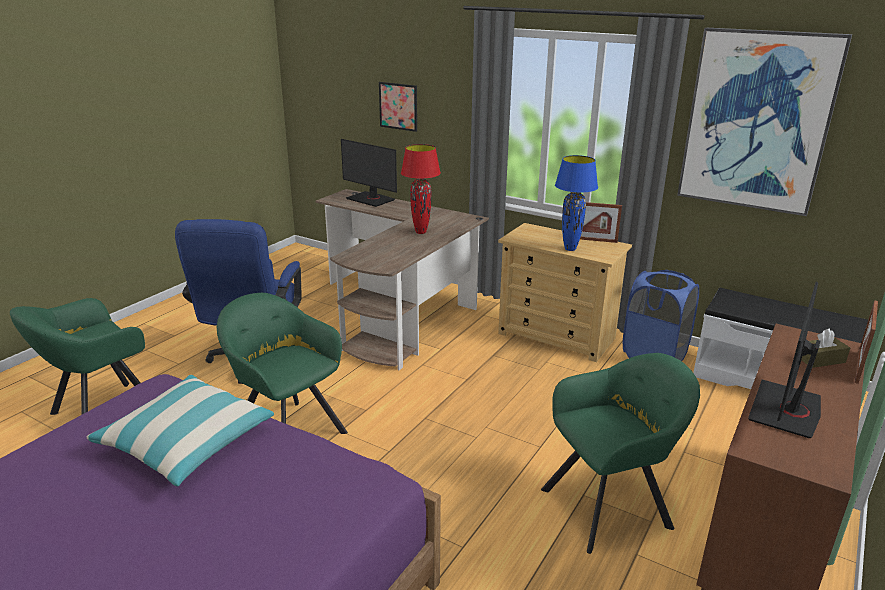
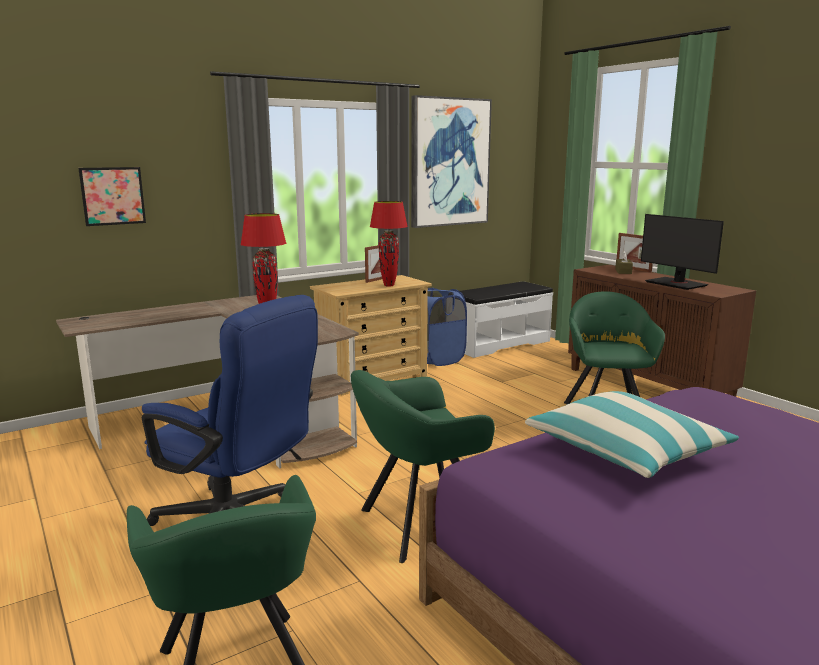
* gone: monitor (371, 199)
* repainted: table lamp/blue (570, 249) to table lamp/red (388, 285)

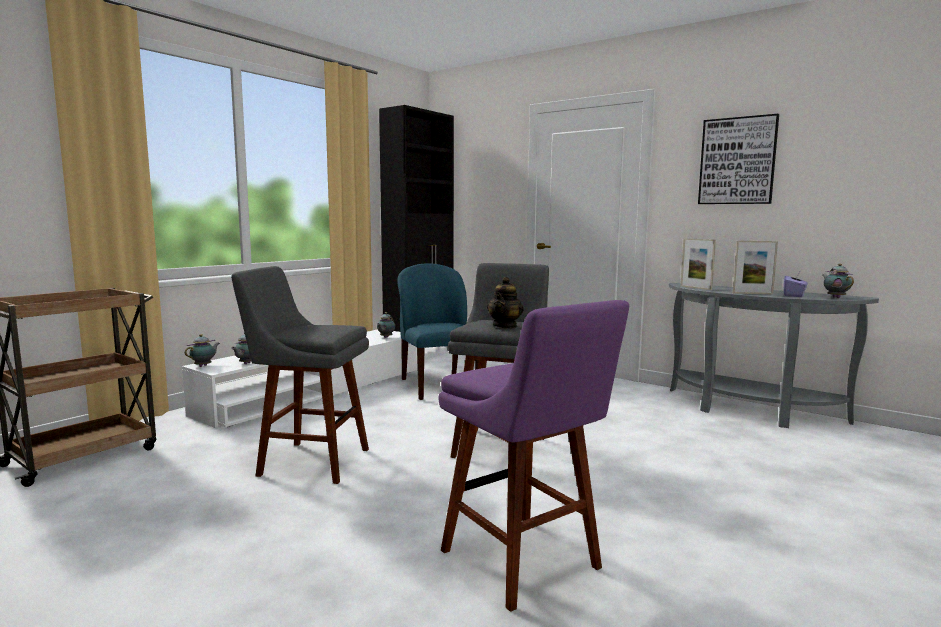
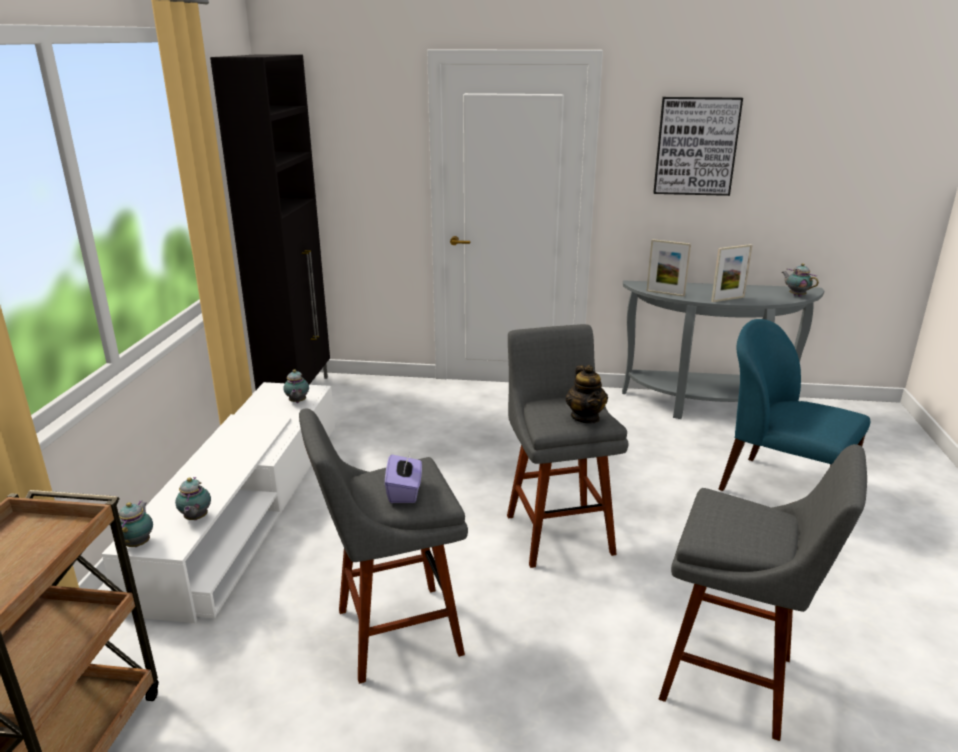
* shifted: chair/blue (438, 386) to (780, 490)
* shifted: tissue box/purple (794, 295) to (405, 492)
* repainted: stool/purple (525, 563) to stool/grey (735, 681)

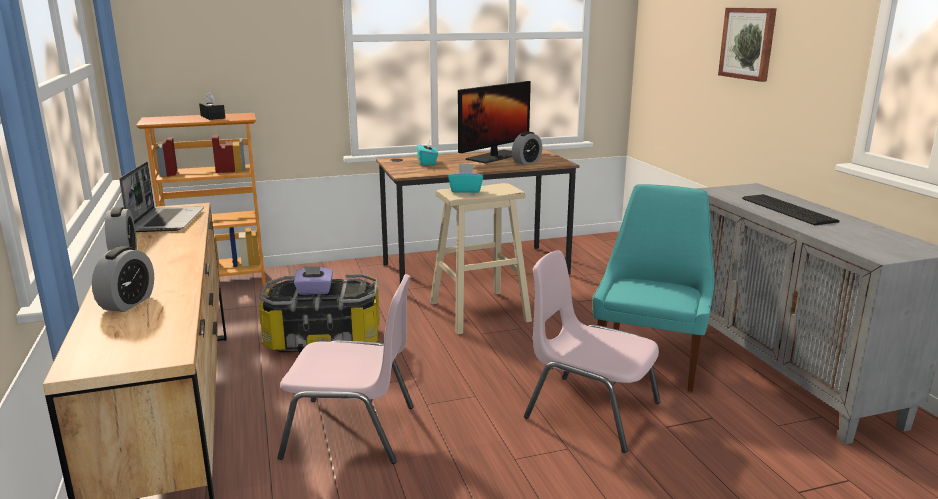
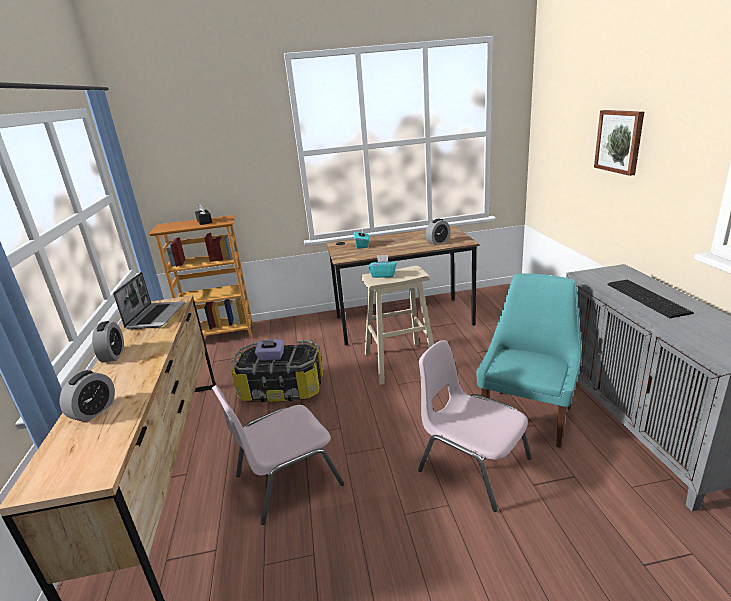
* gone: monitor (495, 156)
* rotated: chair/pink (352, 431) = (286, 480) 135 degrees clockwise

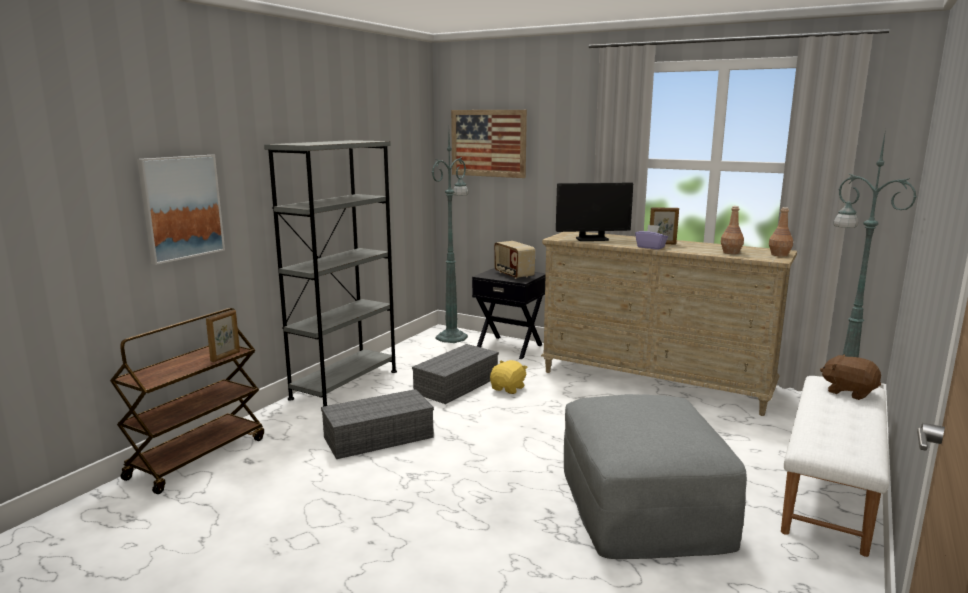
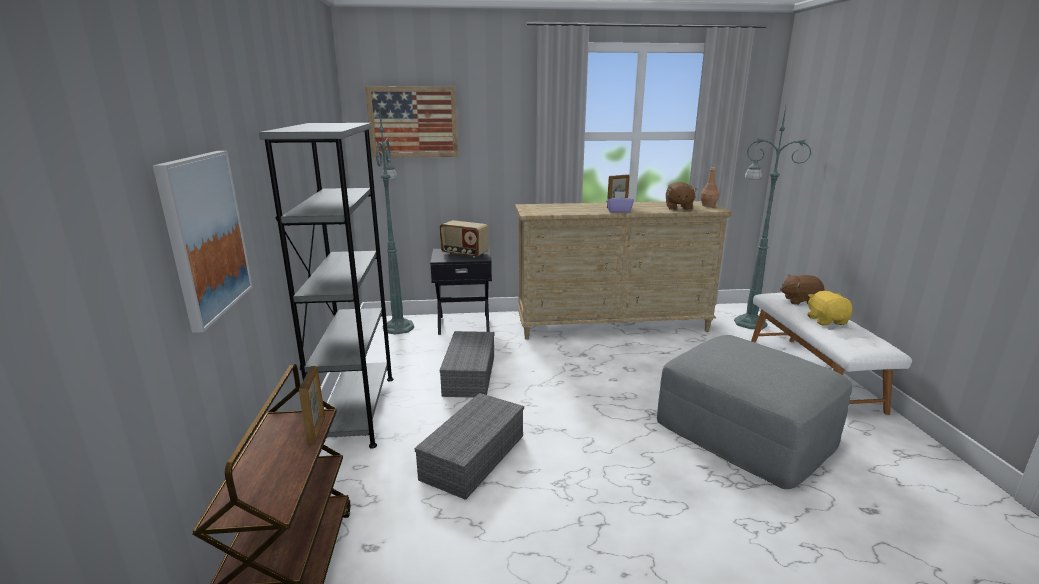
* gone: monitor (592, 239)
* swapped: bottle/brown (731, 252) to plush toy/brown (678, 208)
* shifted: plush toy/yellow (508, 388) to (826, 321)

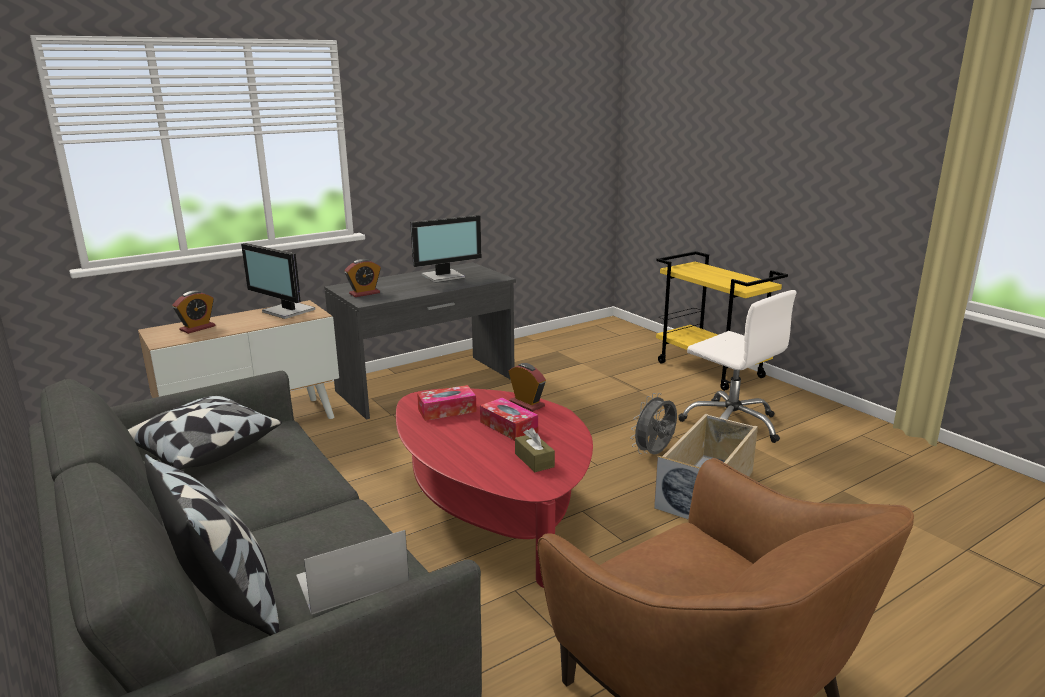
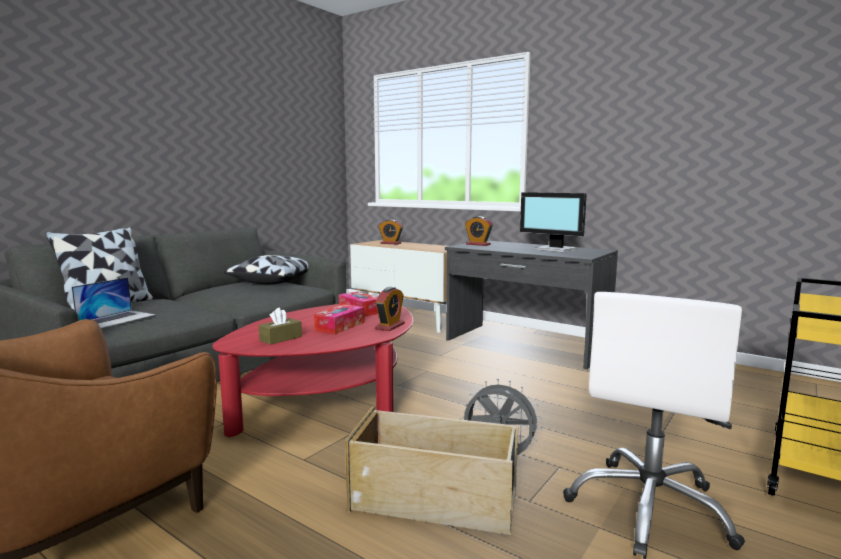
* gone: monitor (287, 311)
* rotated: laptop (351, 579) = (117, 319) 75 degrees clockwise

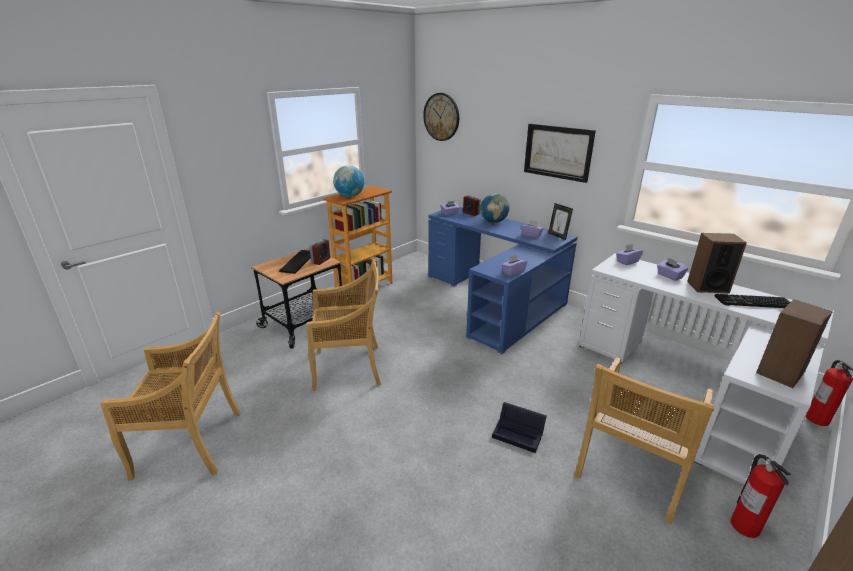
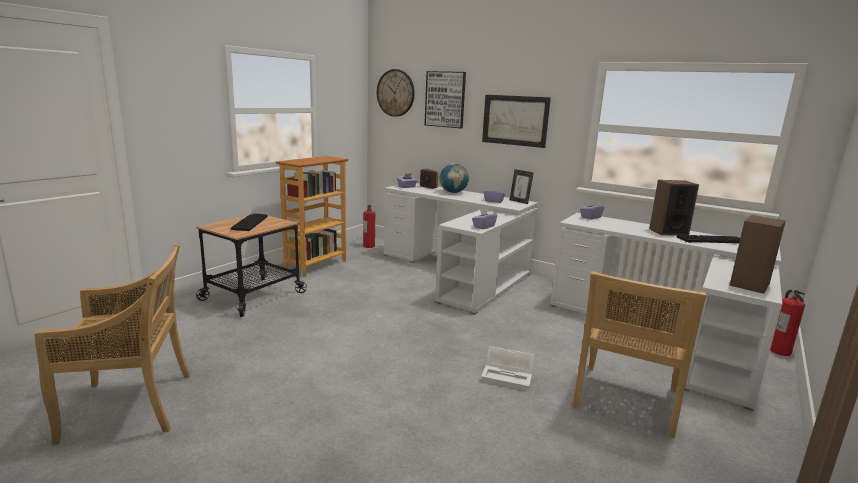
* gone: globe (350, 196)
* repainted: desk/blue (497, 300) to desk/white (459, 273)
* gone: alarm clock (321, 261)
* gone: tissue box/purple (669, 276)
* gone: chair/beige (349, 367)
* repainted: storage box/black (520, 434) to storage box/white (509, 376)
* shifted: fire extinguisher (744, 525) to (369, 246)
* new: picture (445, 99)

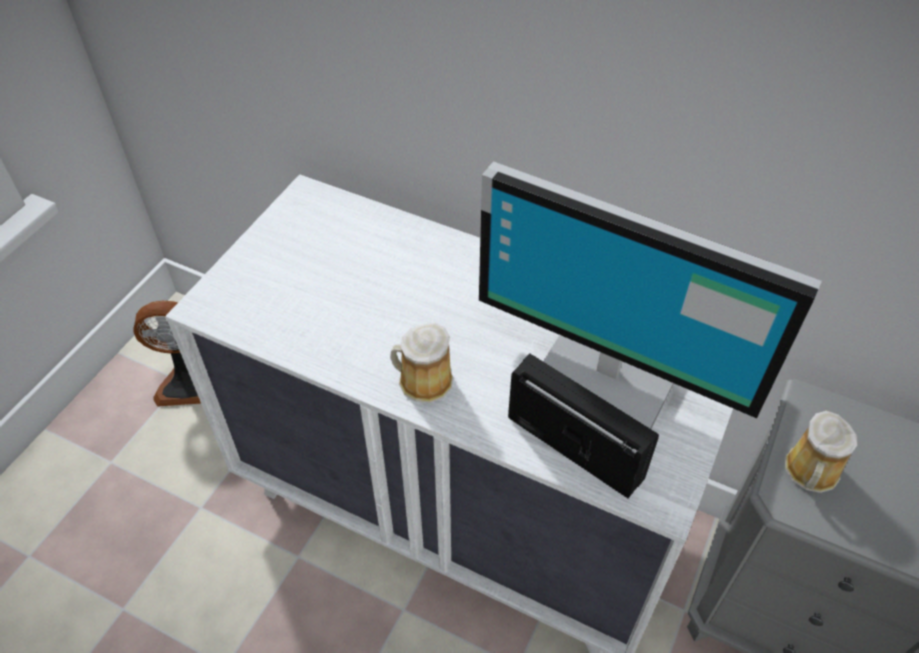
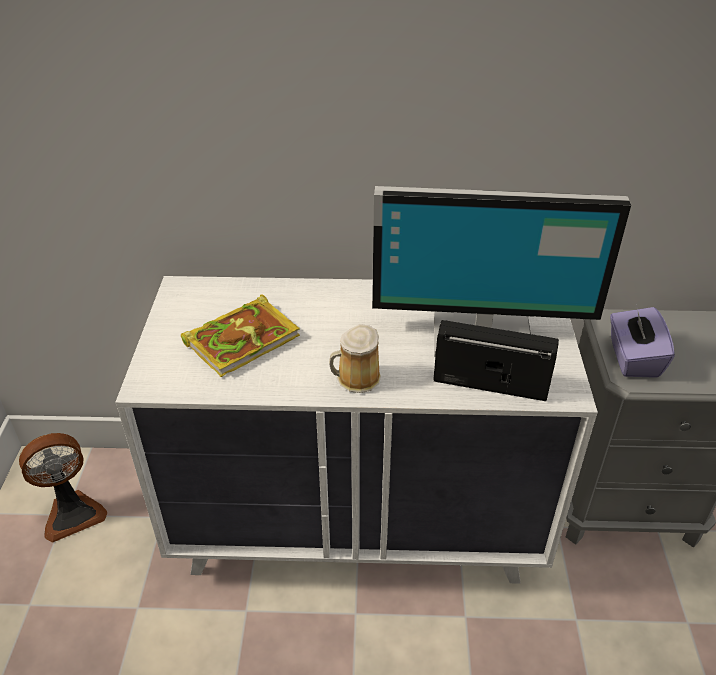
* swapped: mug (810, 473) to tissue box/purple (633, 358)
* new: book (244, 338)

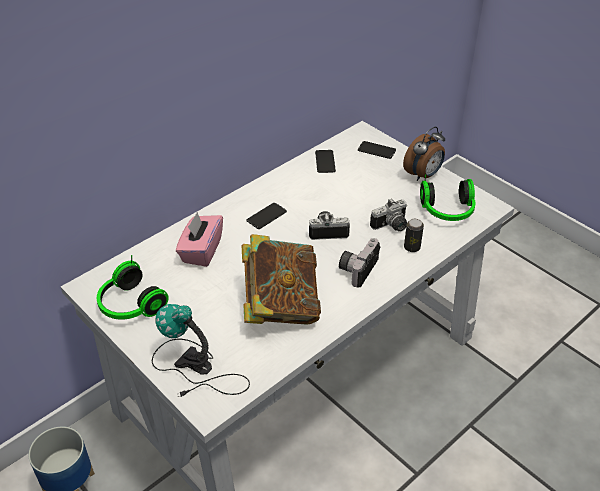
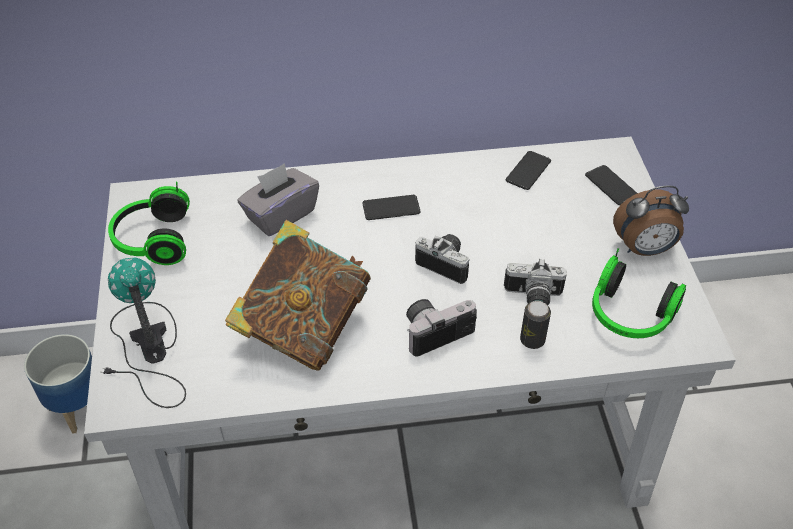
* repainted: tissue box/pink (201, 251) to tissue box/grey (280, 214)

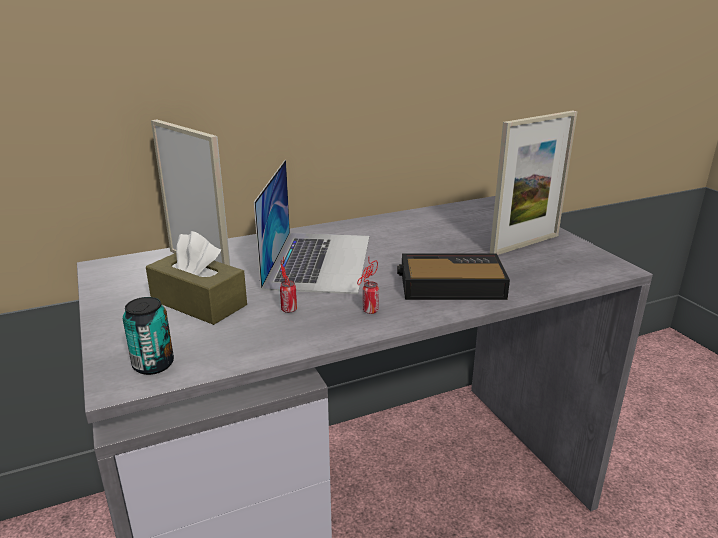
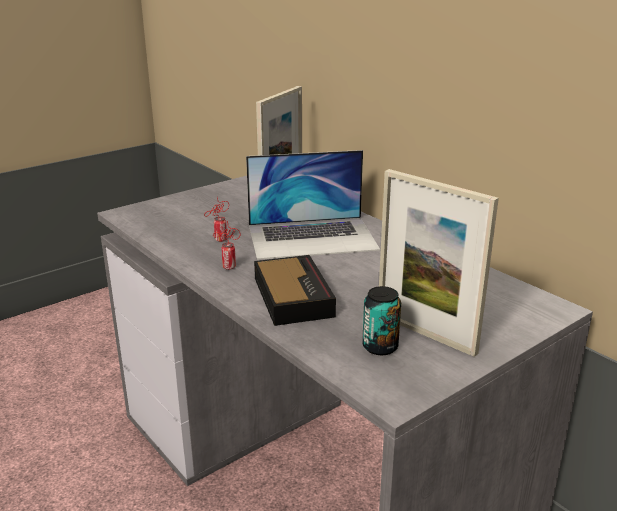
* gone: tissue box/brown (199, 303)
* shifted: can (153, 365) to (380, 347)

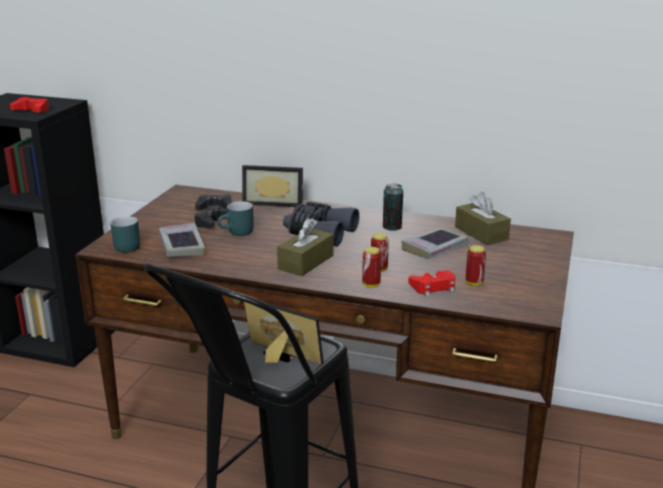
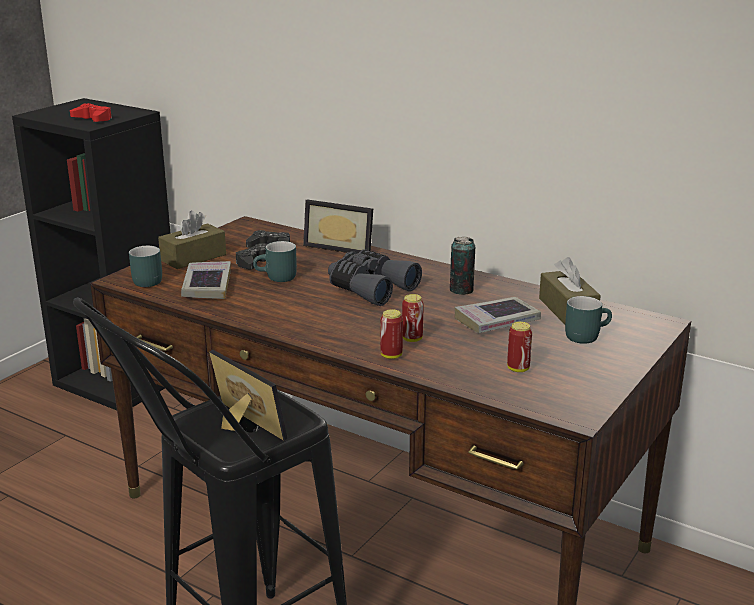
* shifted: tissue box/brown (306, 262) to (193, 257)
* gone: game controller/red (433, 287)
* new: mug/turquoise (585, 335)

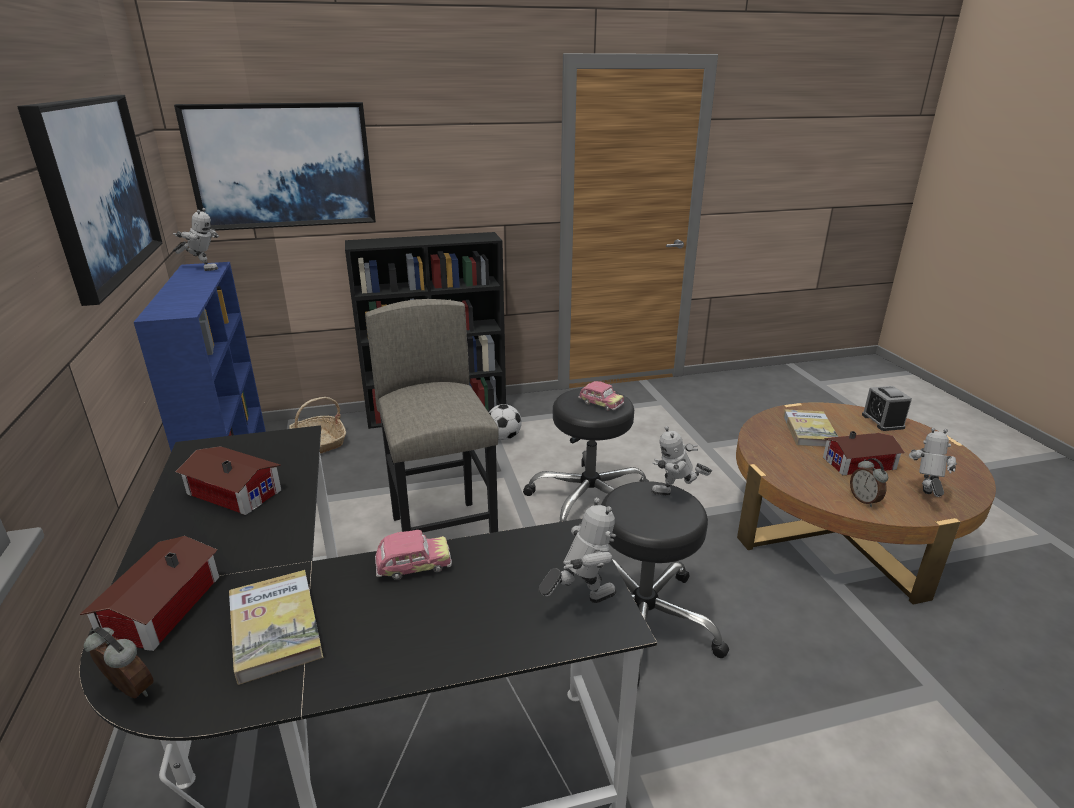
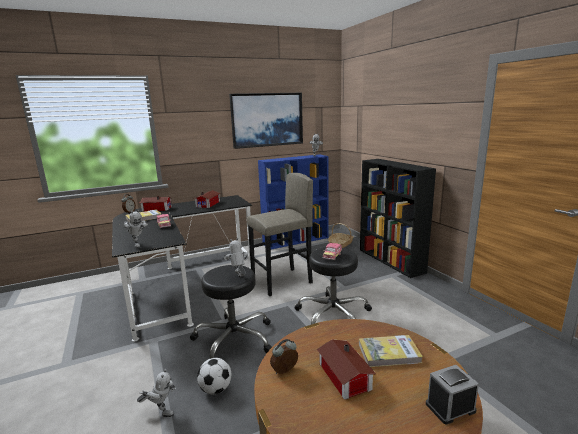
* gone: picture (282, 166)
* shifted: football (504, 437) to (216, 389)
* shifted: toy robot (924, 496) to (161, 412)

